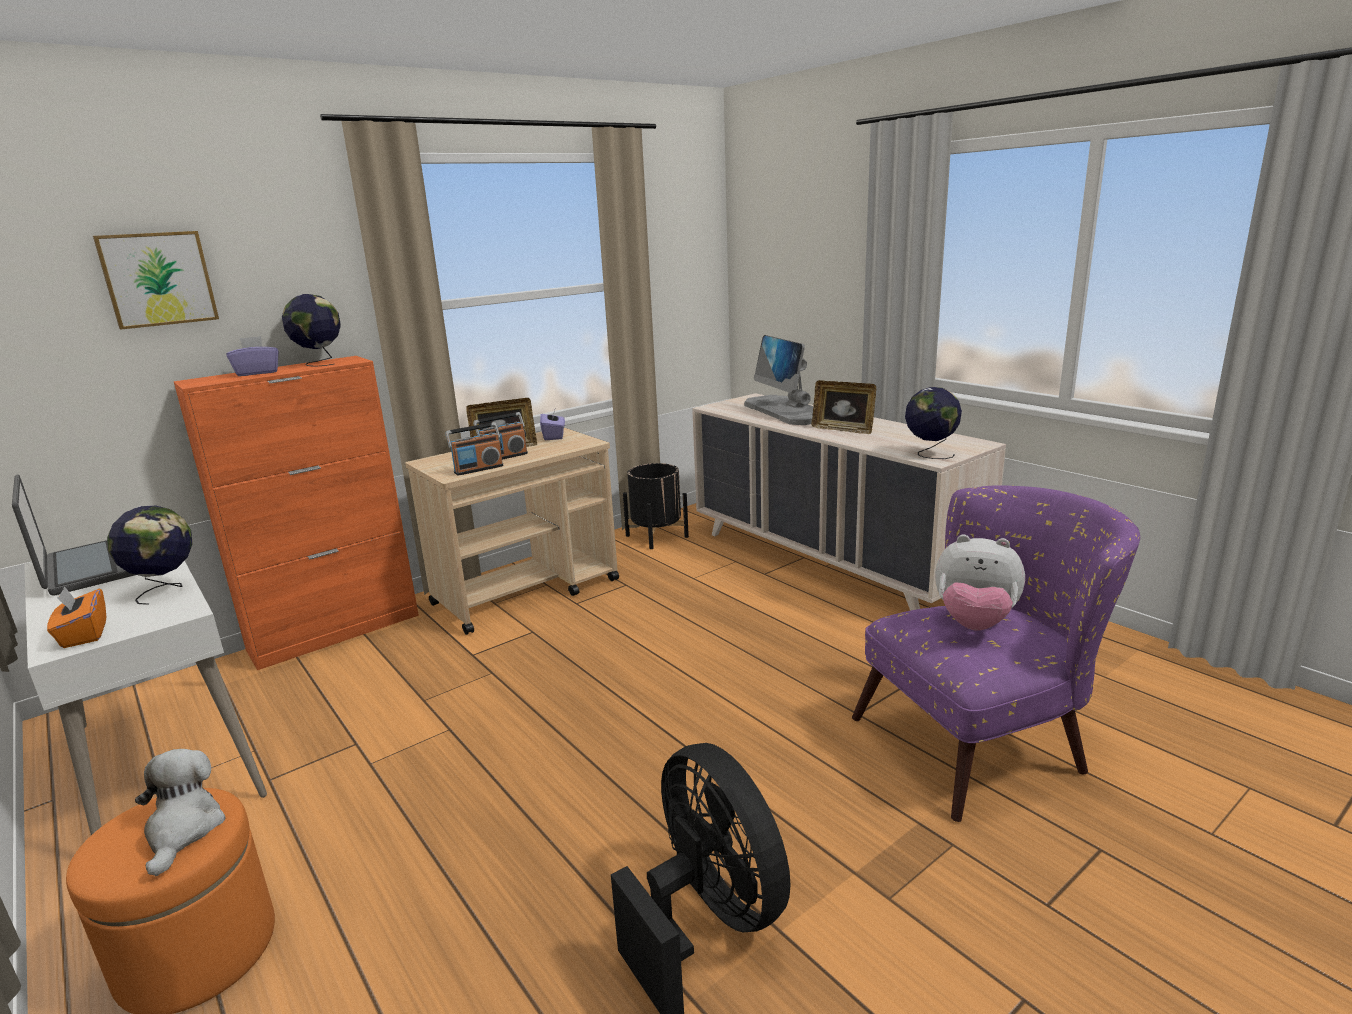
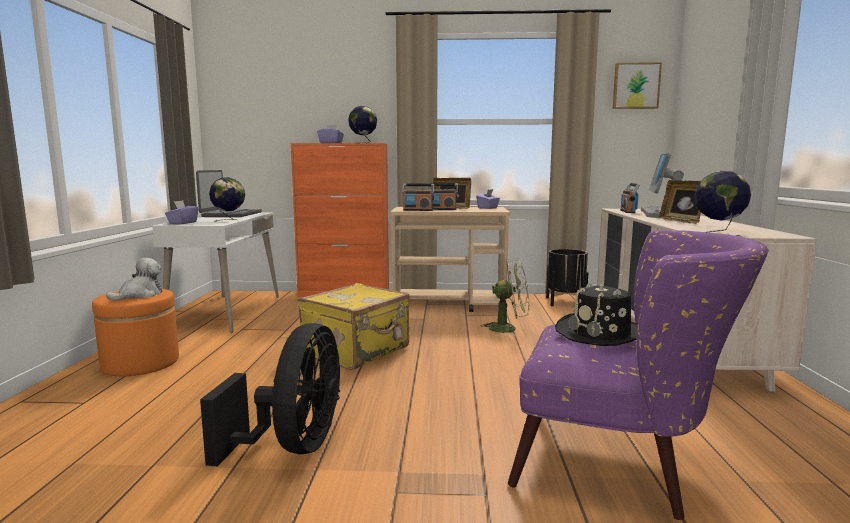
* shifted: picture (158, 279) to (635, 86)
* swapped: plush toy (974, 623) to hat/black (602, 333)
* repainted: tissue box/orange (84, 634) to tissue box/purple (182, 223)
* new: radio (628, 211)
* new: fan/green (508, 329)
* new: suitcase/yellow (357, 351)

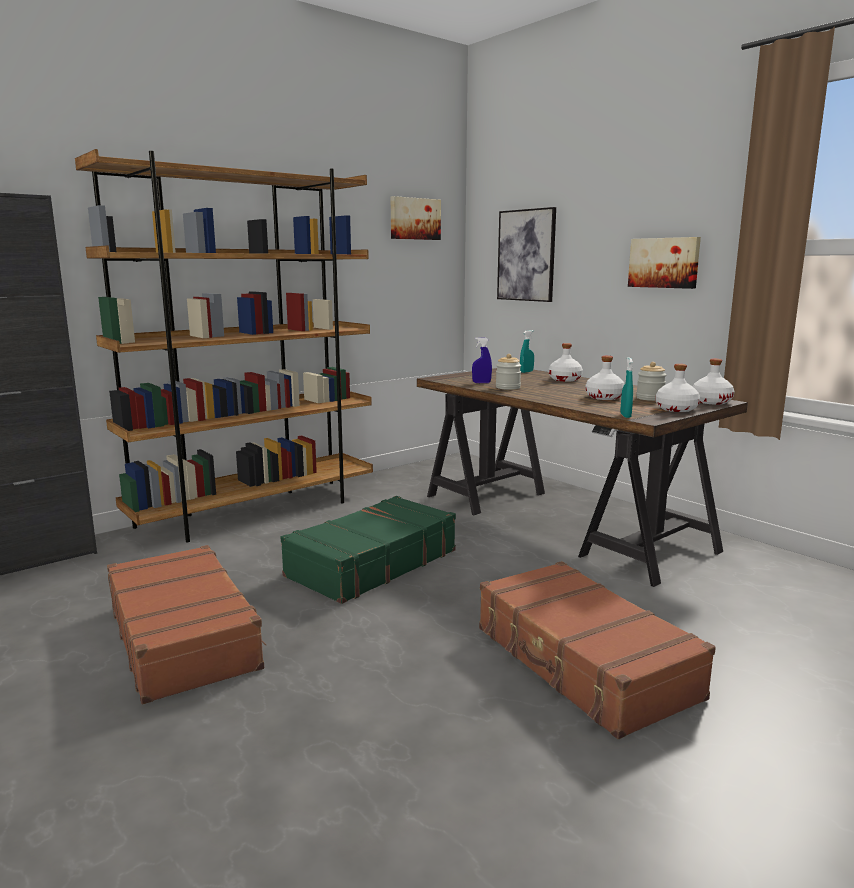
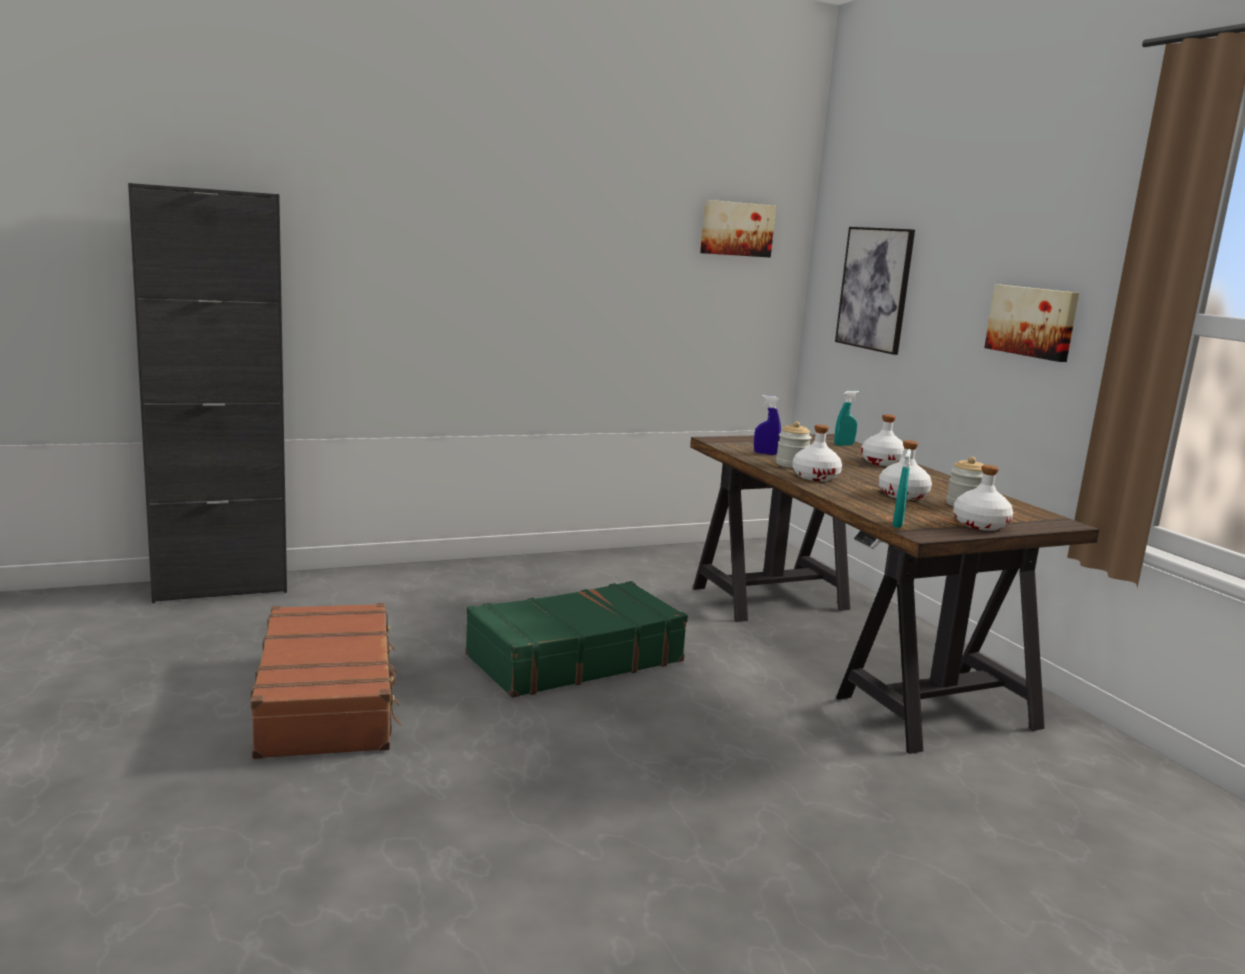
* gone: bookcase/brown (256, 511)
* shifted: bottle/white (711, 401) to (815, 477)
* gone: suitcase/brown (582, 663)

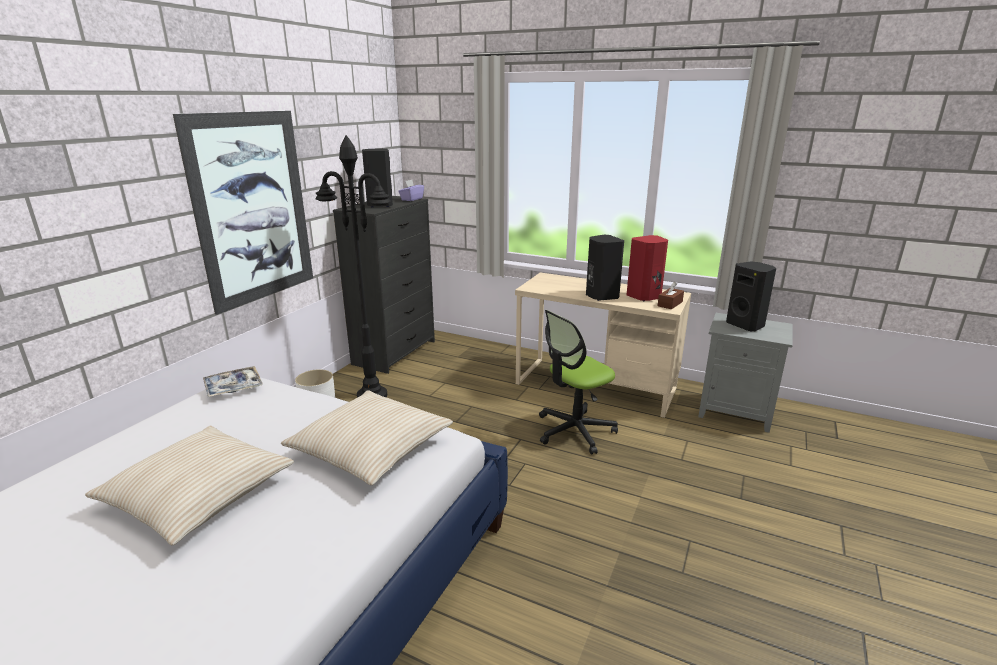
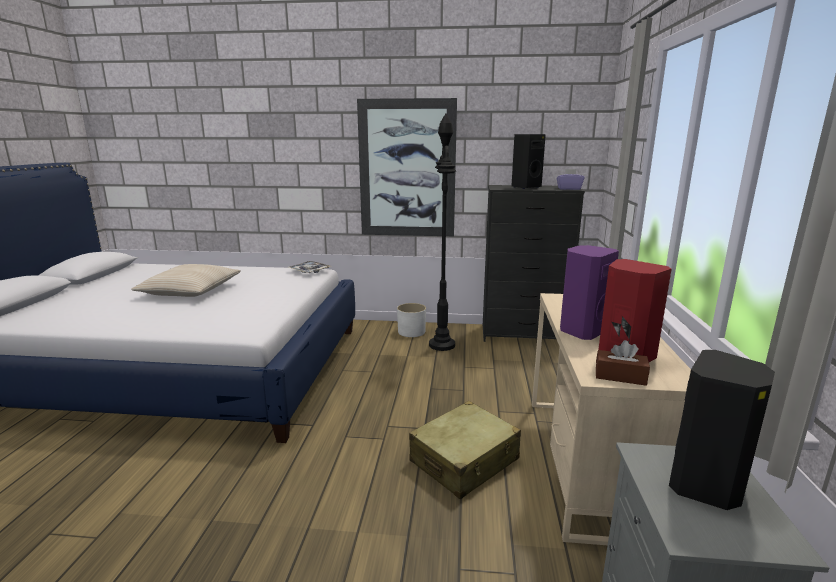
* repainted: speaker/black (600, 296) to speaker/purple (582, 331)
* swapped: office chair (574, 431) to suitcase/beige (464, 461)
* gone: pillow/beige (371, 448)

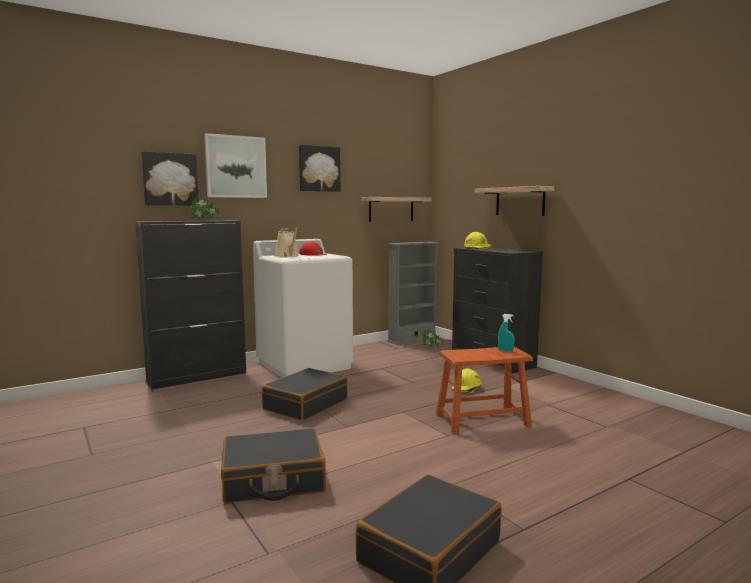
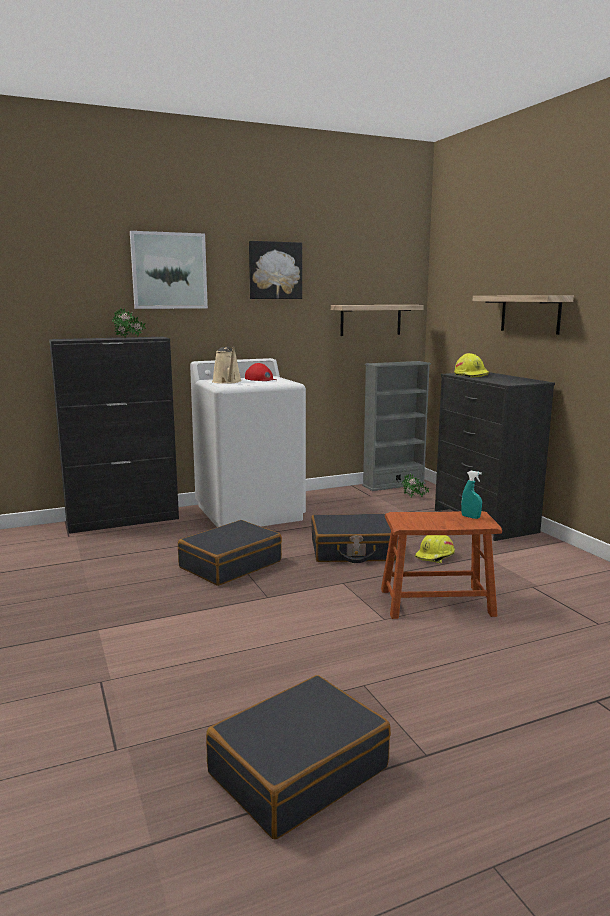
* gone: picture (170, 179)
* shifted: suitcase/black (273, 480) to (352, 551)

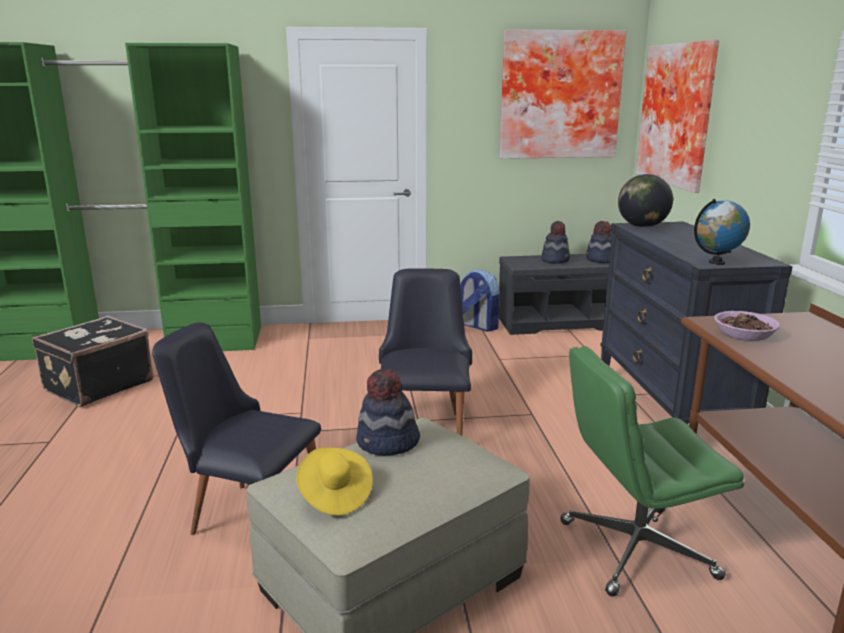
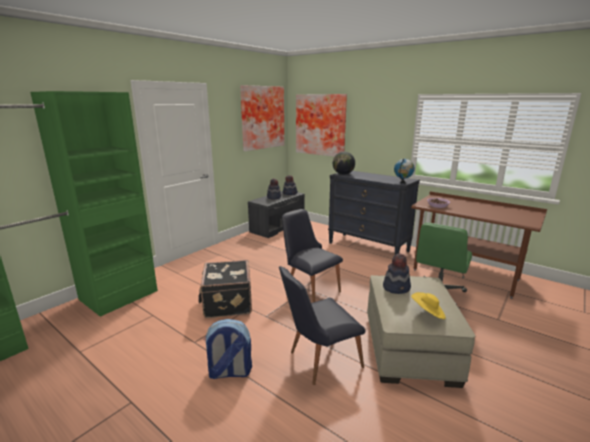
* shifted: backpack (477, 326) to (229, 372)
* shifted: suitcase/black (97, 385) to (227, 303)

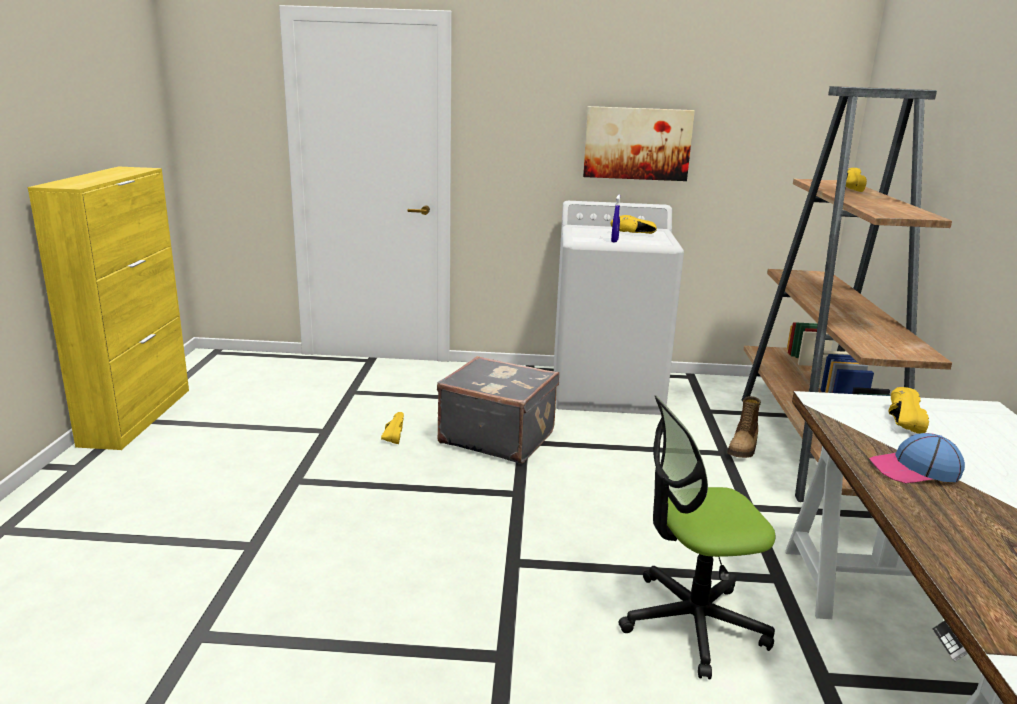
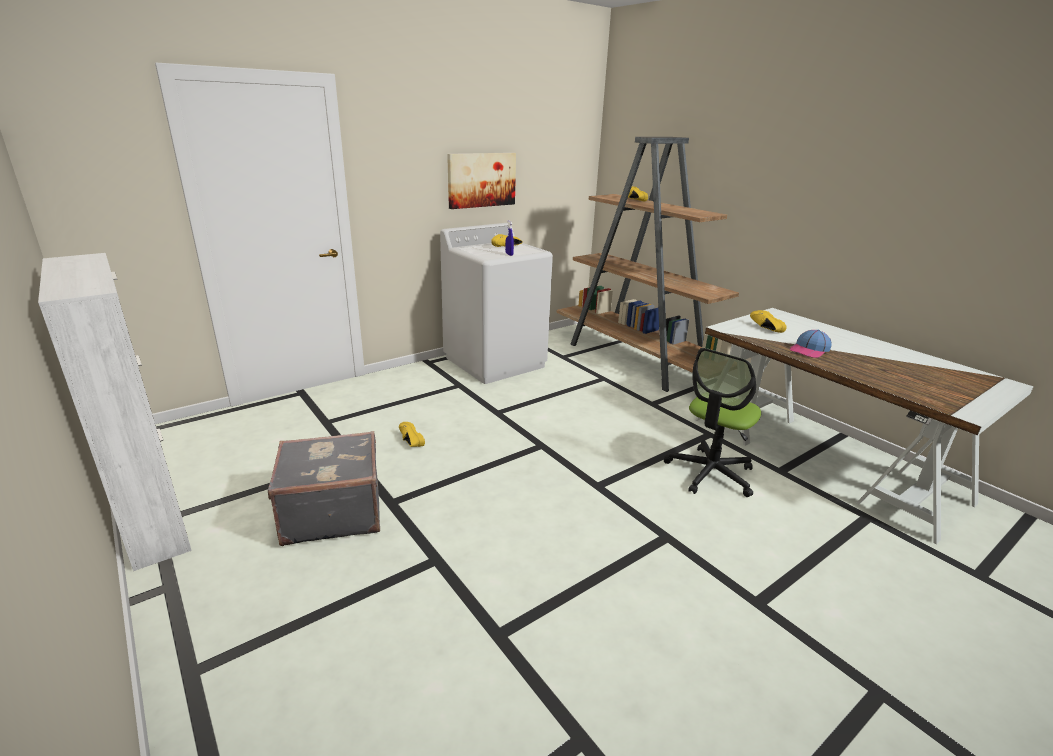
* repainted: cabinet/yellow (137, 416) to cabinet/white (154, 516)
* shifted: suitcase/grey (497, 437) to (332, 512)
* gone: boot (743, 448)

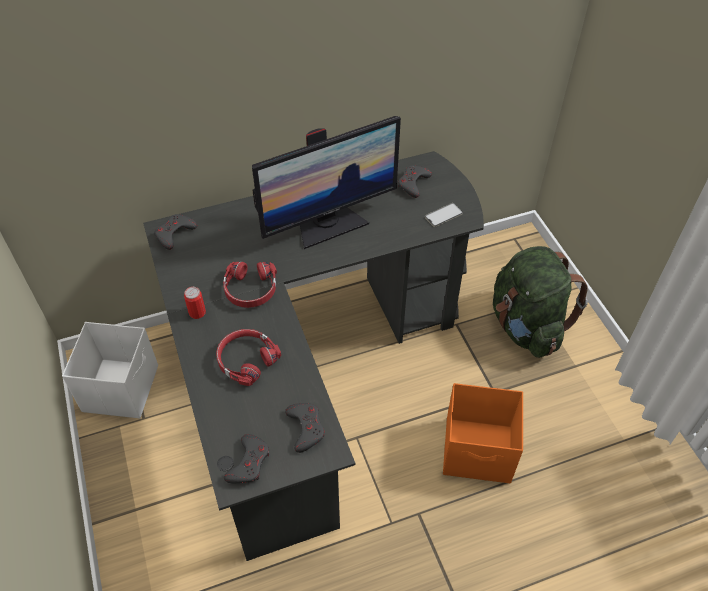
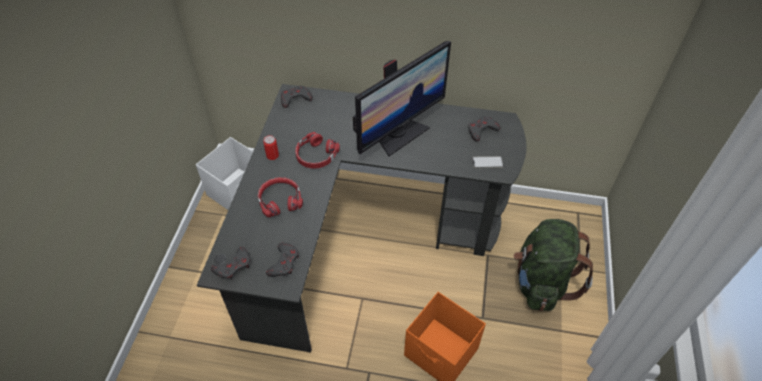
* rotated: monitor (328, 224) = (399, 134) 45 degrees counterclockwise

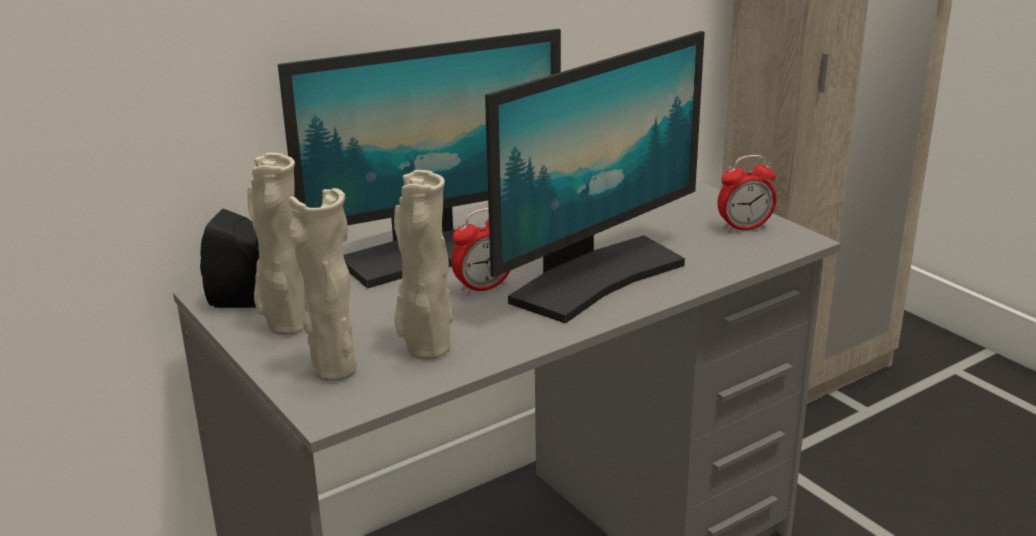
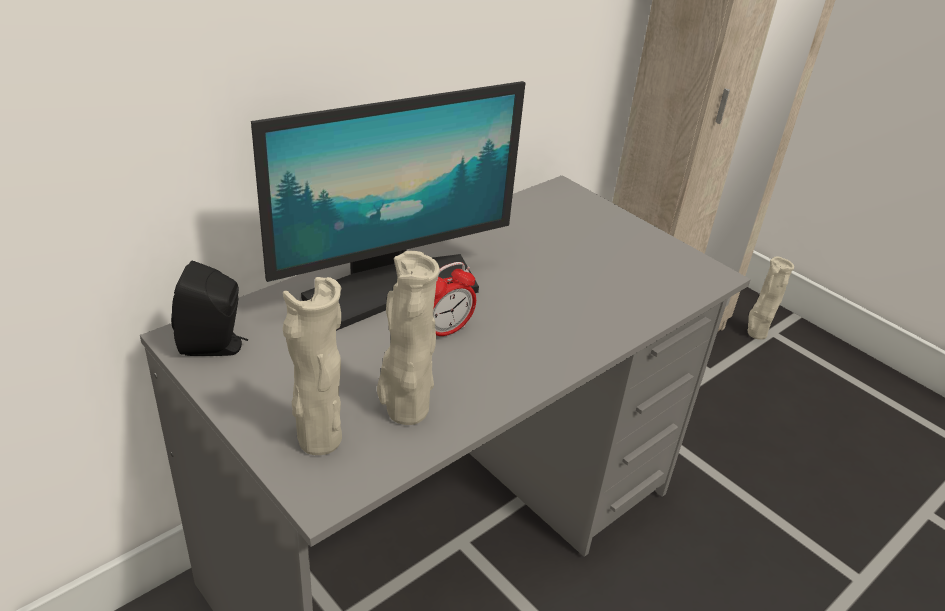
* gone: monitor (595, 278)
* shifted: vase/beige (286, 326) to (755, 334)
* gone: alarm clock (744, 227)

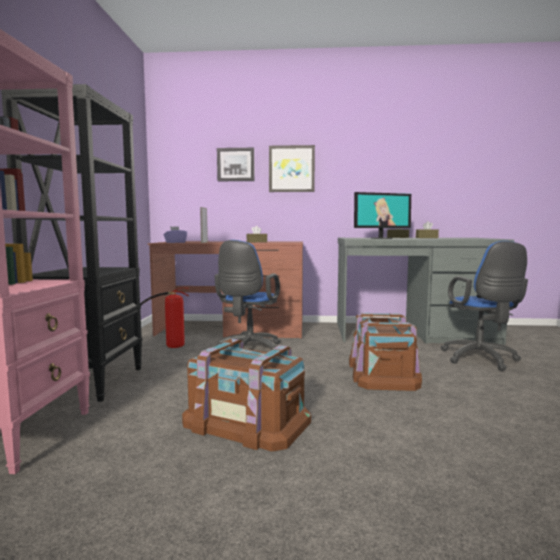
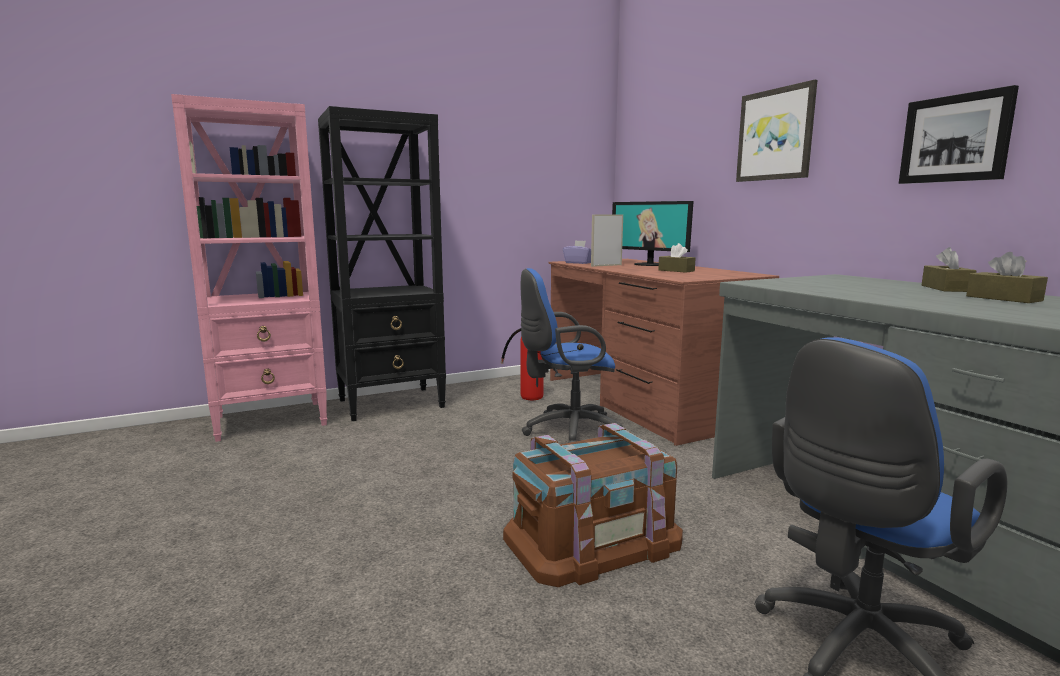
* shifted: picture (235, 164) to (955, 139)
* shifted: monitor (381, 238) to (649, 264)
* gone: storage box/brown (247, 421)

